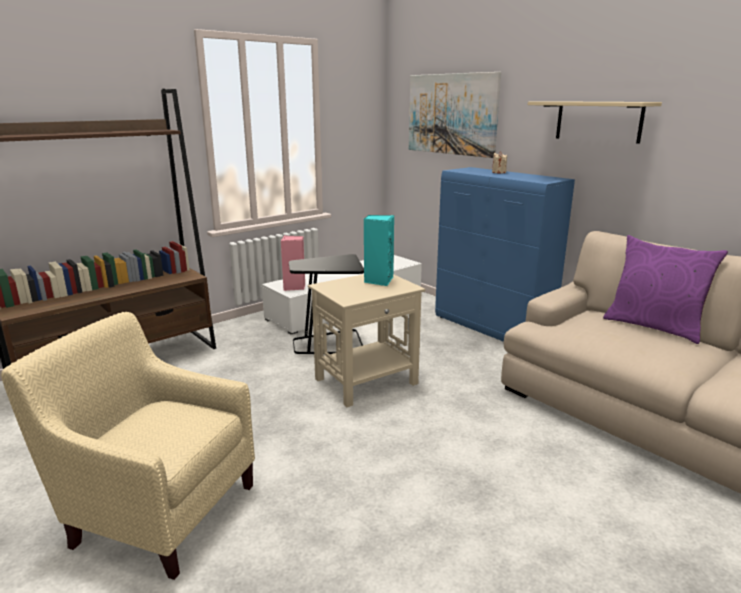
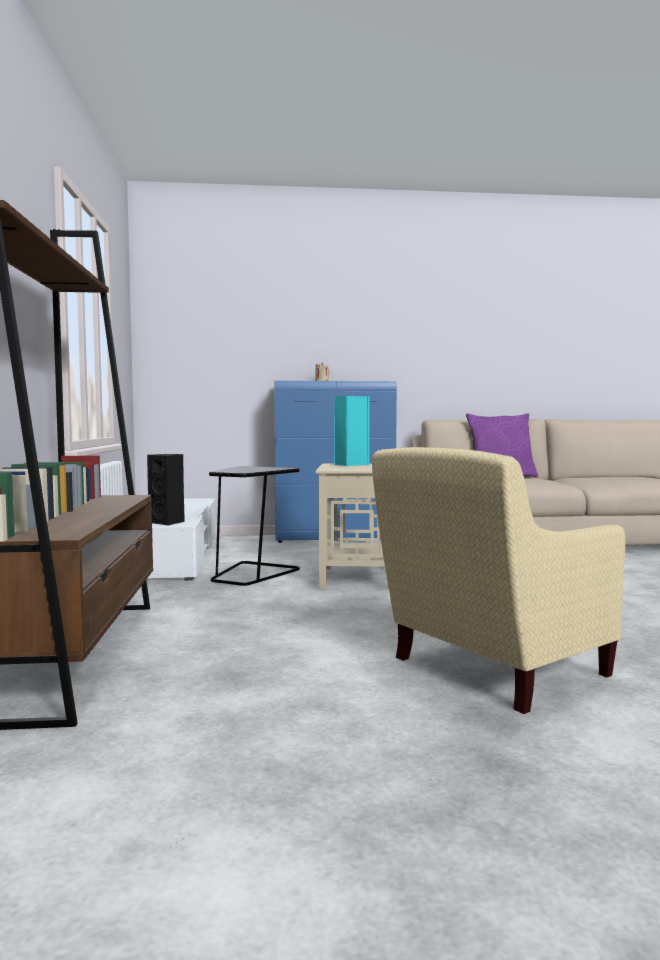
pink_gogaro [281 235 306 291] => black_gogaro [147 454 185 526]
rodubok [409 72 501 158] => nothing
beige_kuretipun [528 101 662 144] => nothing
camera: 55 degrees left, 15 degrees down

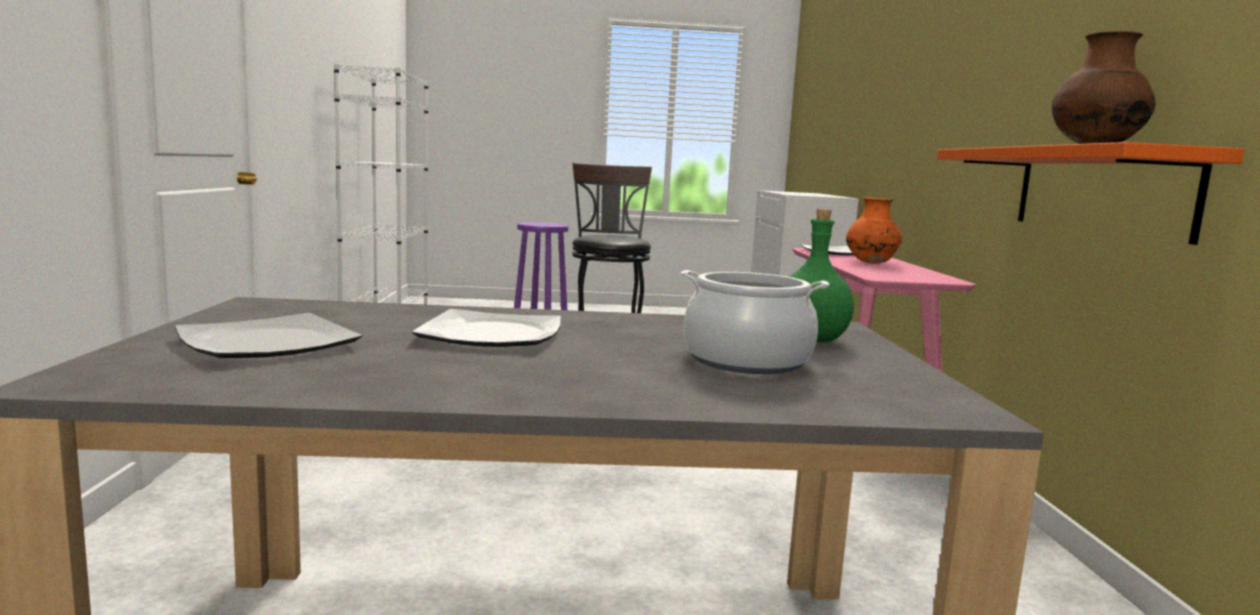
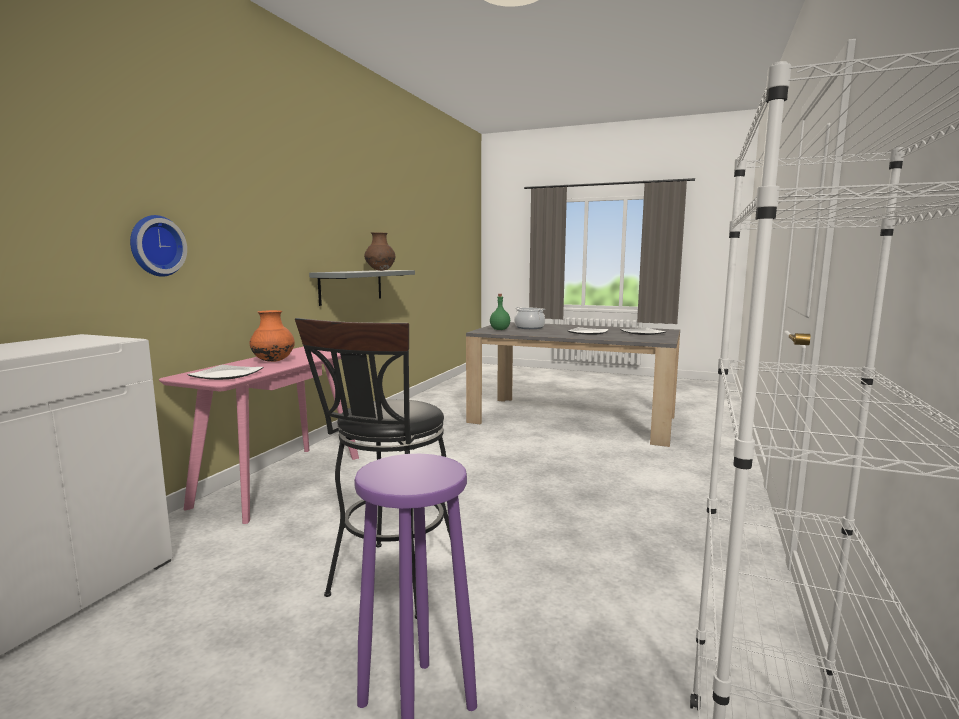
orange_kuretipun [937 142 1244 245] => grey_kuretipun [309 270 415 306]
nothing => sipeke [130 215 187 277]
camera: 155 degrees left, 0 degrees up

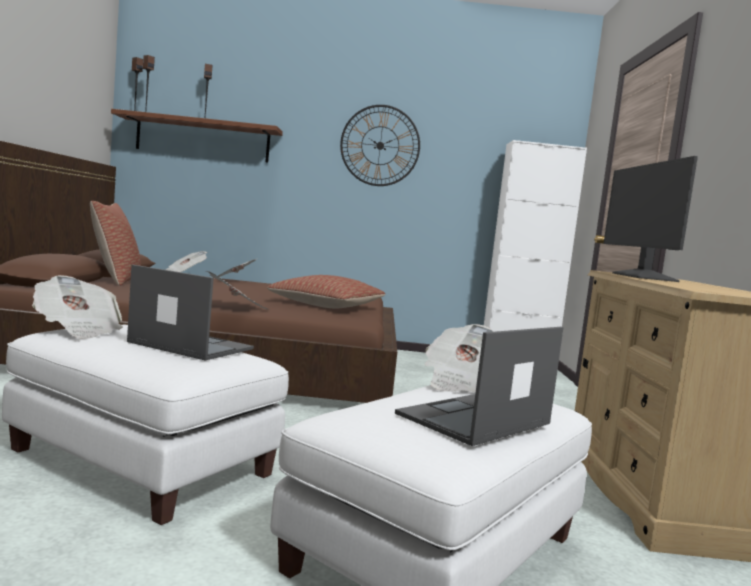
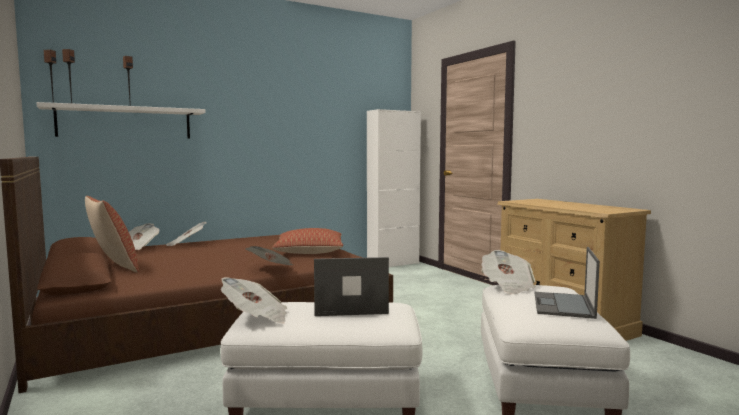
brown_kuretipun [111 109 283 163] => white_kuretipun [37 102 206 139]
sipeke [340 105 420 186] => nothing
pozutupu [603 156 698 282] => nothing
camera: 30 degrees left, 0 degrees up

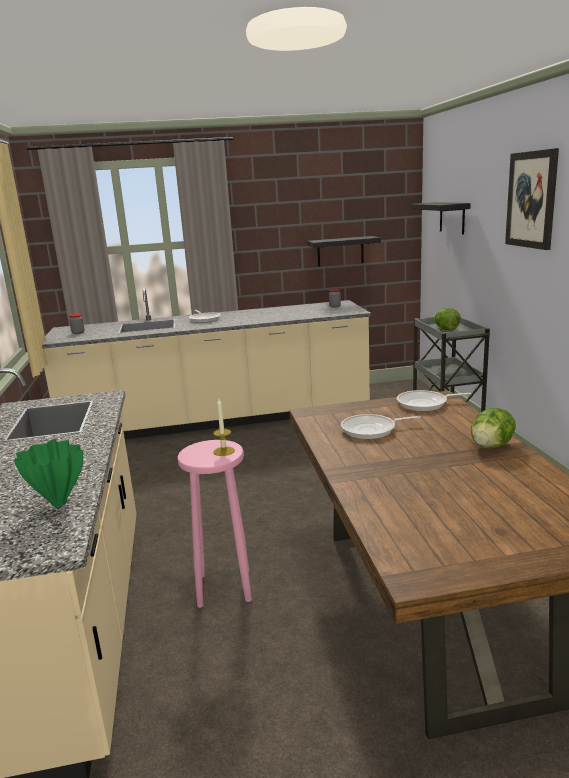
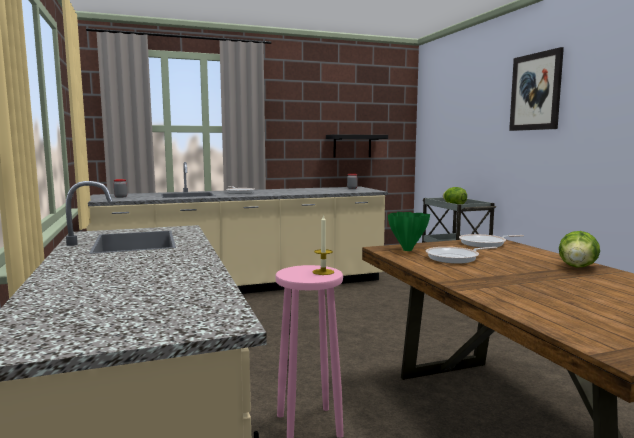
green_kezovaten [14 439 83 507] => green_kezovaten [388 212 430 251], moved
black_kuretipun [411 202 471 235] => nothing
camera: 10 degrees left, 10 degrees down

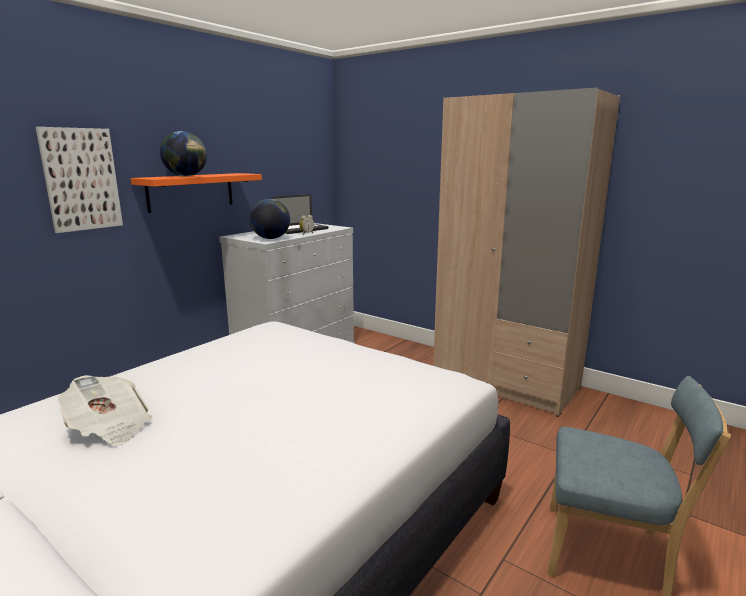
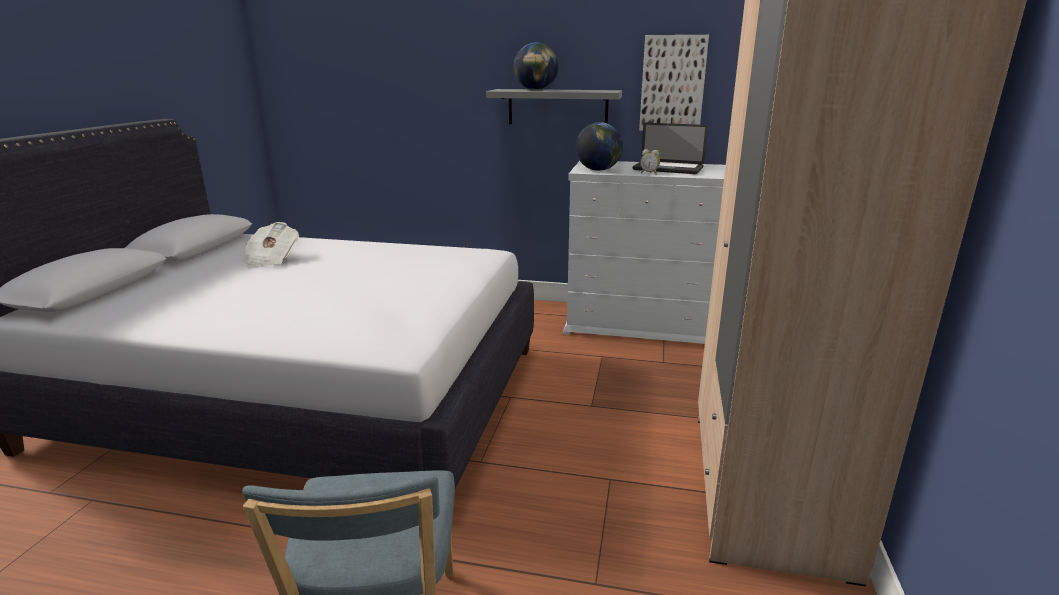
rodubok [35 127 123 233] => rodubok [639 35 709 131], moved
orange_kuretipun [131 173 262 213] => grey_kuretipun [486 89 622 124]
camera: 65 degrees right, 5 degrees up

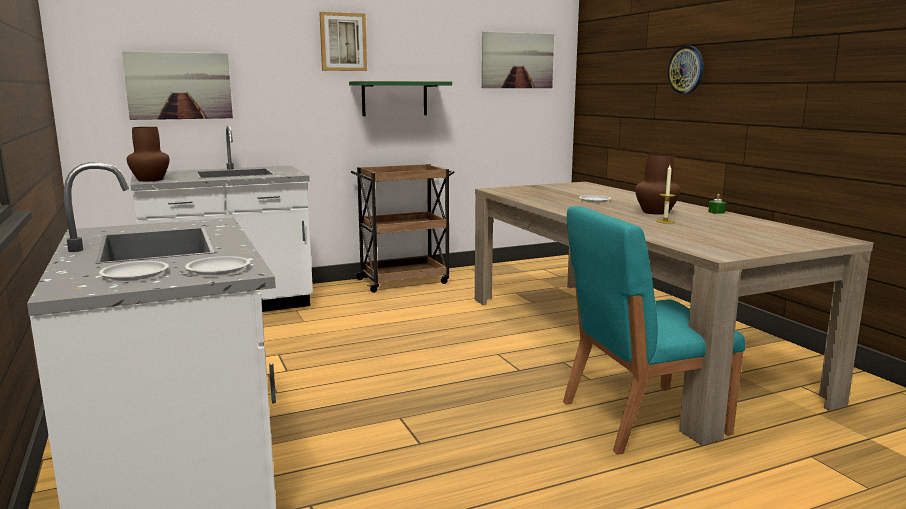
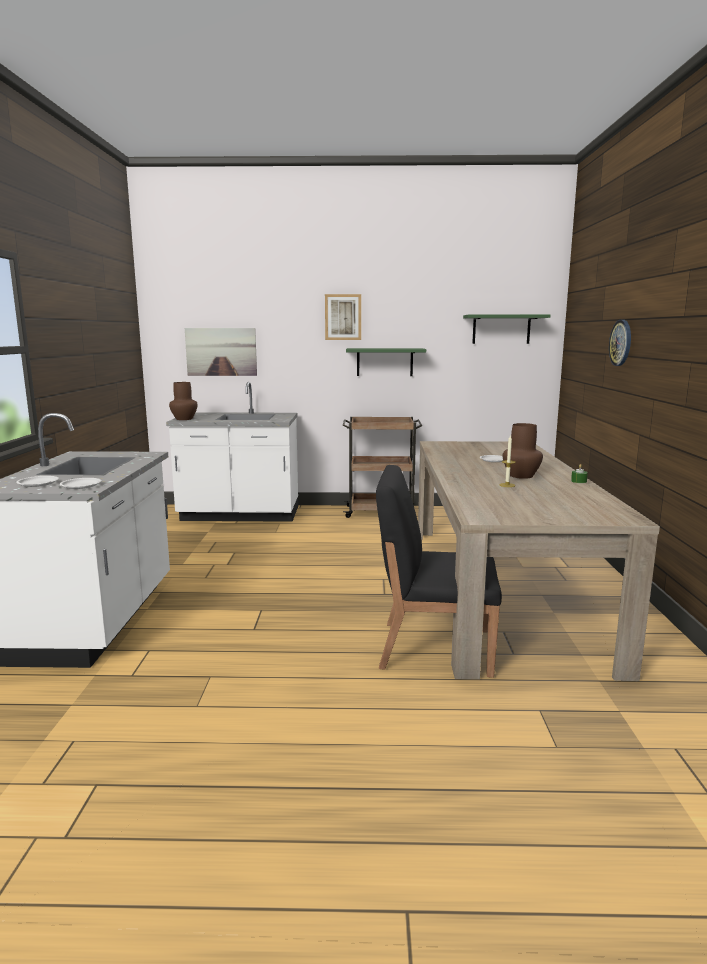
rodubok [482 31 554 88] => green_kuretipun [463 314 550 344]
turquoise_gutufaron [563 206 745 455] => black_gutufaron [376 465 502 678]
camera: 25 degrees right, 0 degrees up

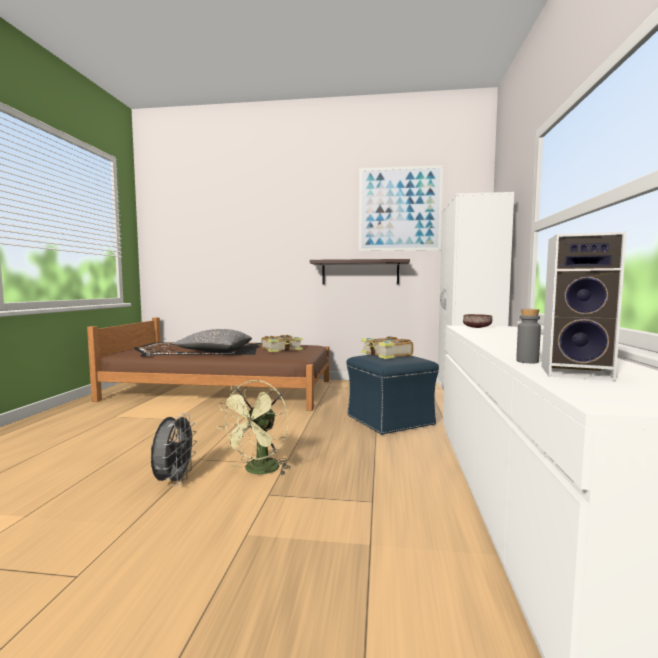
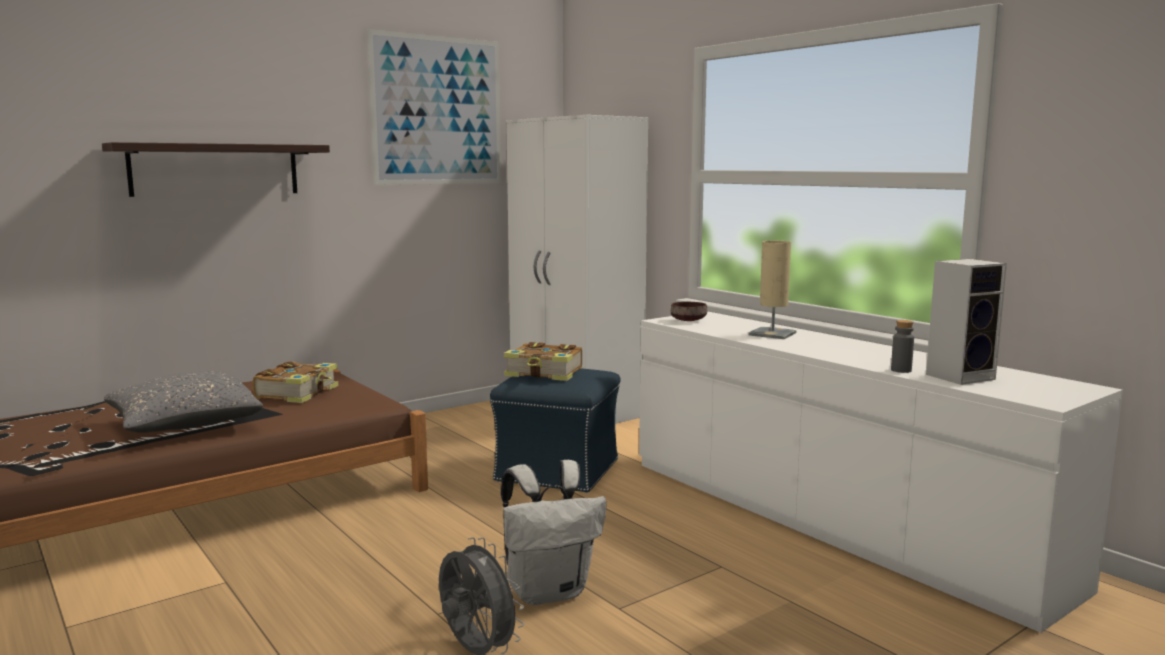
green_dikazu [216 380 291 475] => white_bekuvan [501 460 607 605]
kuretipun [310 259 410 285] => kuretipun [102 142 330 197], moved
nothing => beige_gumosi [749 241 797 339]
camera: 45 degrees left, 5 degrees up

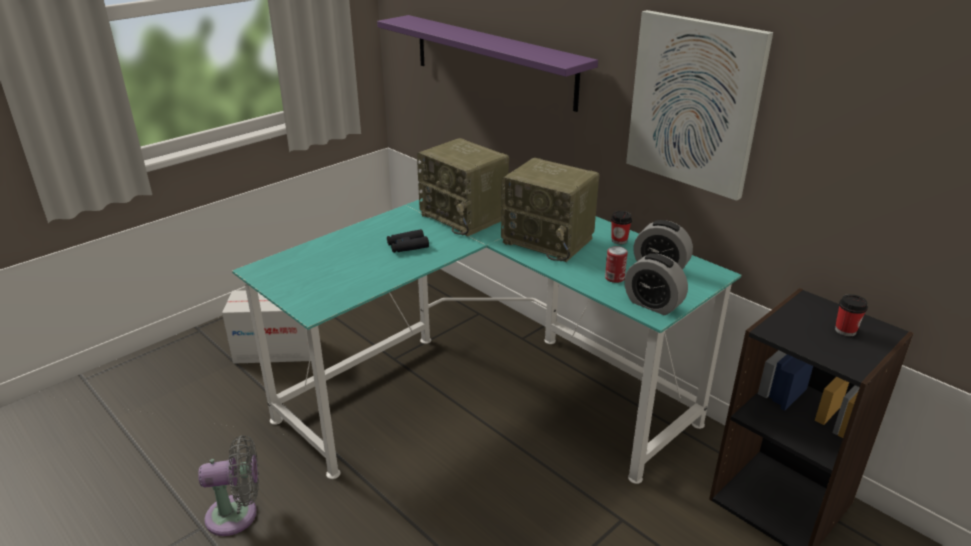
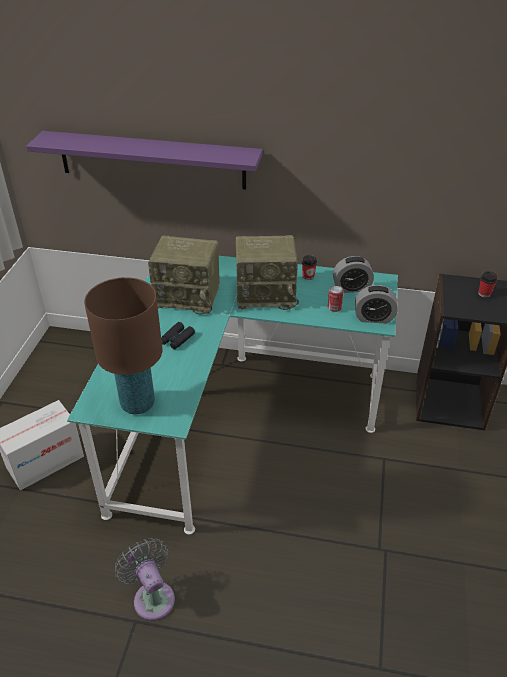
grey_dikazu [198 435 259 536] => grey_dikazu [115 538 175 621], 75 degrees counterclockwise
rodubok [626 10 773 201] => nothing
nothing => brown_gumosi [84 277 162 415]
camera: 35 degrees left, 10 degrees up

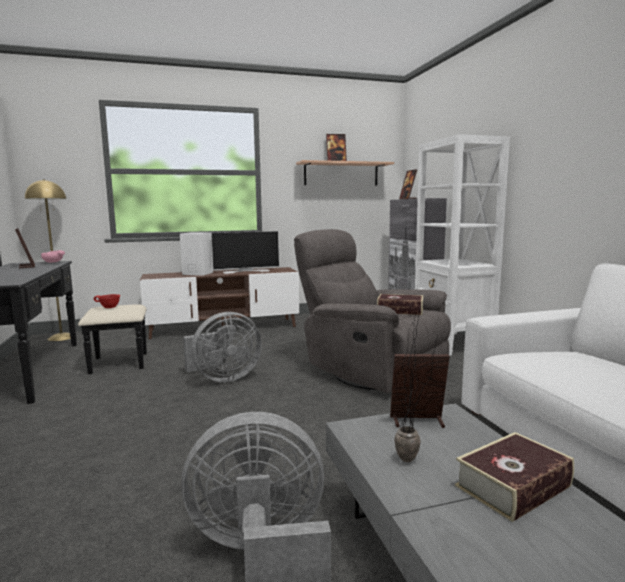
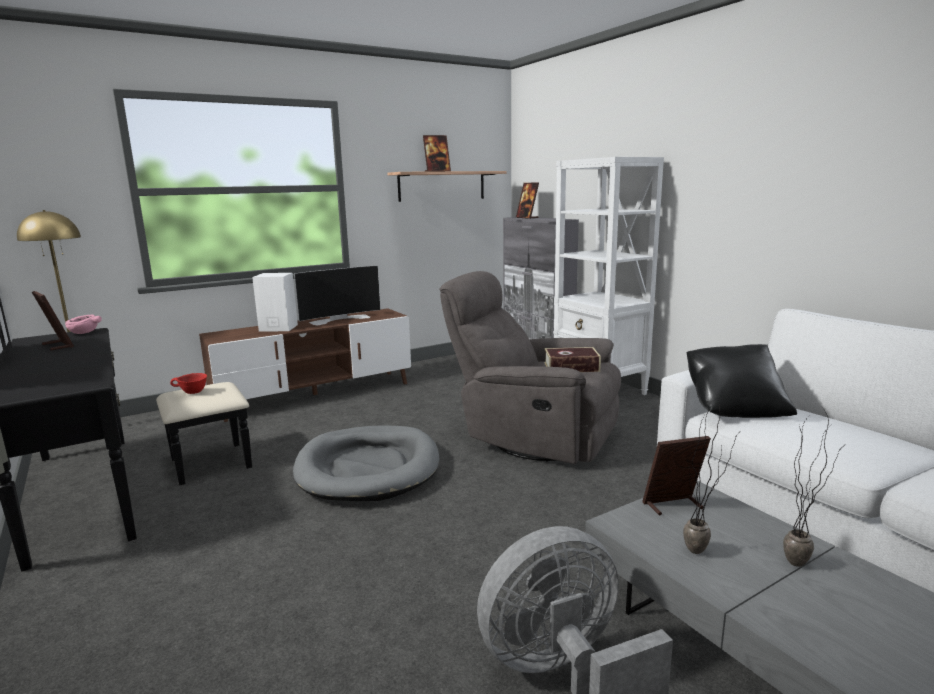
grey_dikazu [183 312 262 382] => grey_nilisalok [293 425 439 501]
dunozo [455 432 574 522] => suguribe [783 407 839 567]
nothing => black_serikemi [687 344 797 418]
camera: 15 degrees left, 5 degrees up

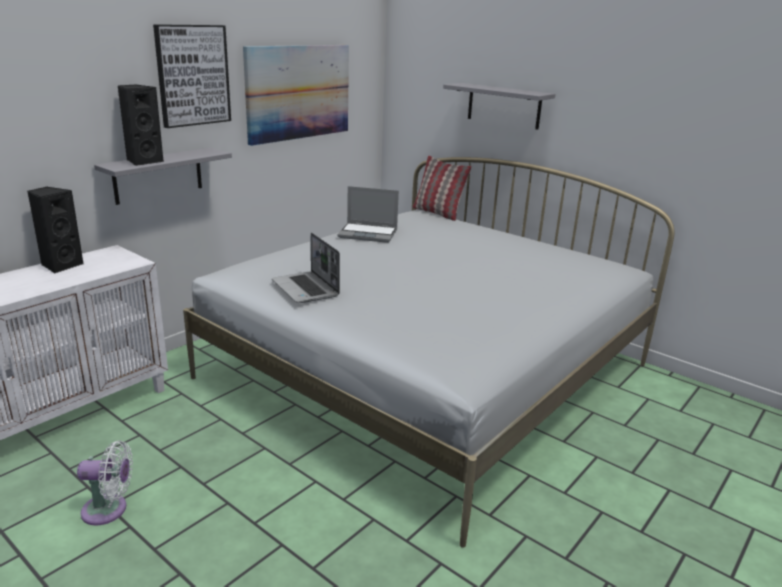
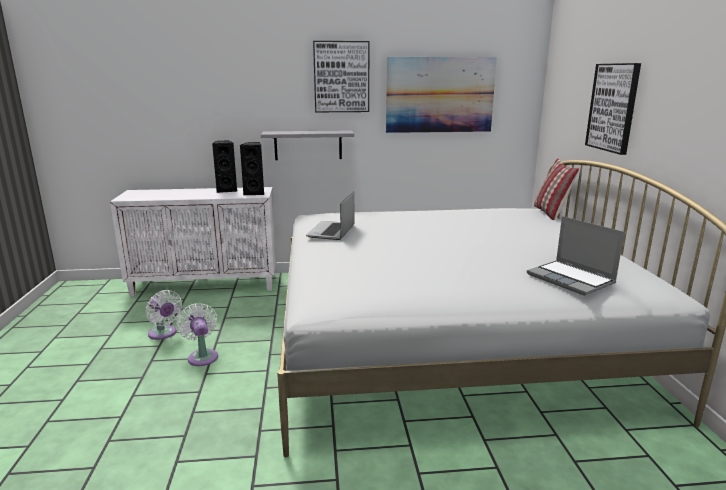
black_gogaro [118 84 164 166] => black_gogaro [240 142 264 196], moved
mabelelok [337 186 399 243] => mabelelok [527 216 624 296], moved
grey_kuretipun [443 83 555 130] => rodubok [585 63 641 155]
nothing => white_dikazu [176 303 218 366]
camera: 45 degrees right, 5 degrees down

